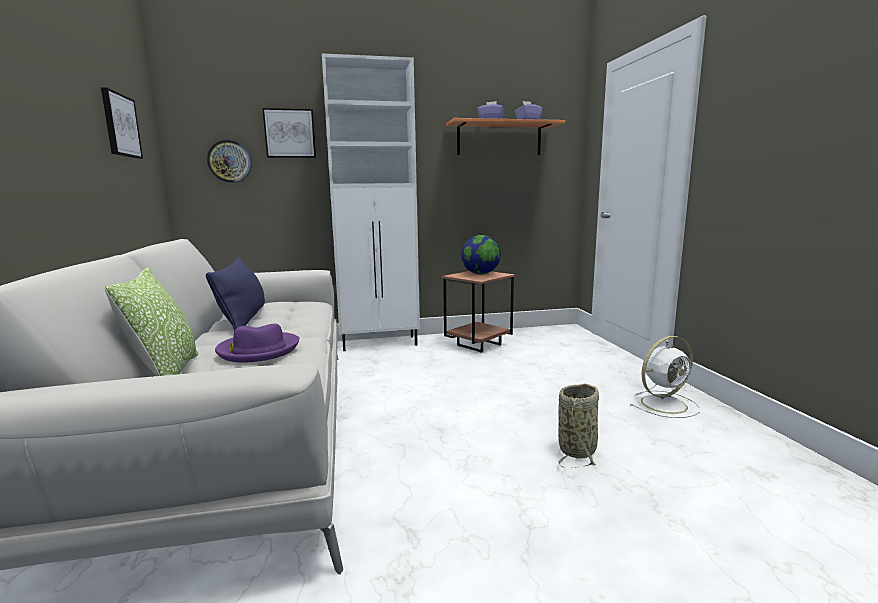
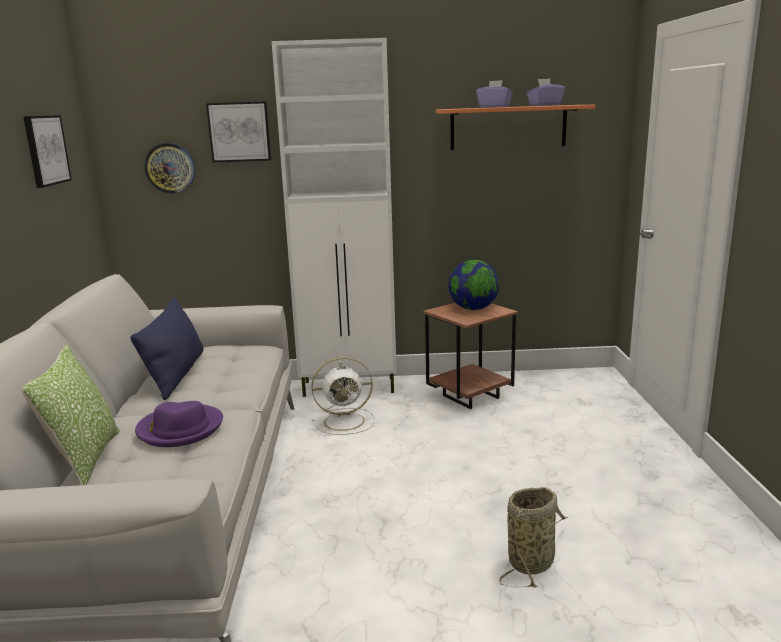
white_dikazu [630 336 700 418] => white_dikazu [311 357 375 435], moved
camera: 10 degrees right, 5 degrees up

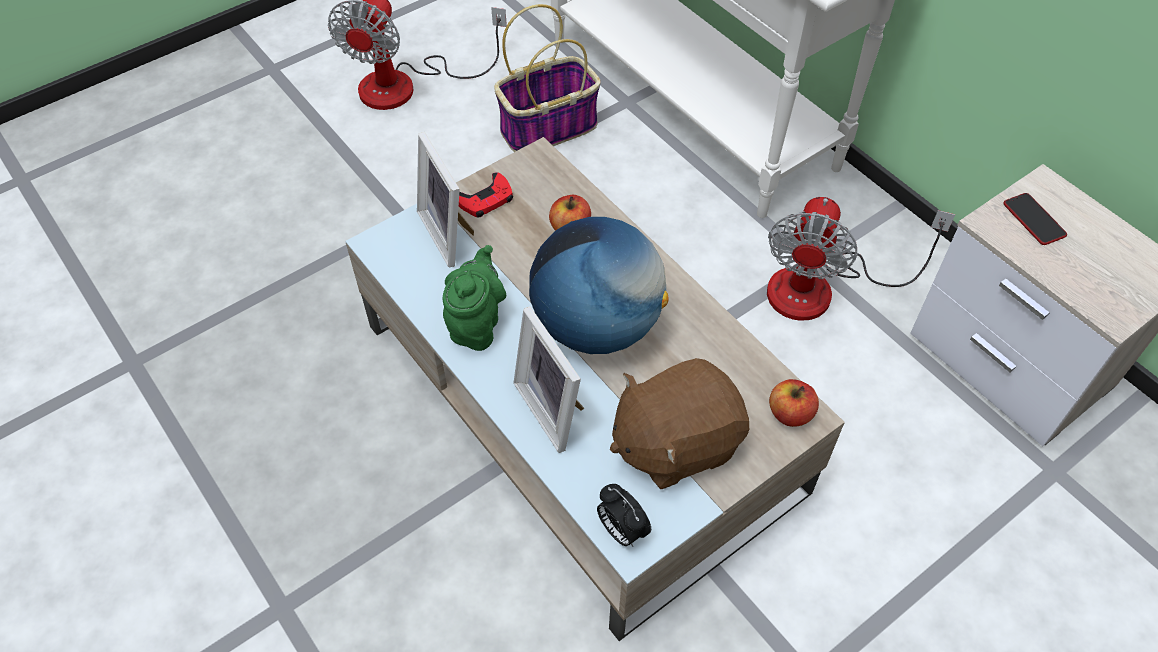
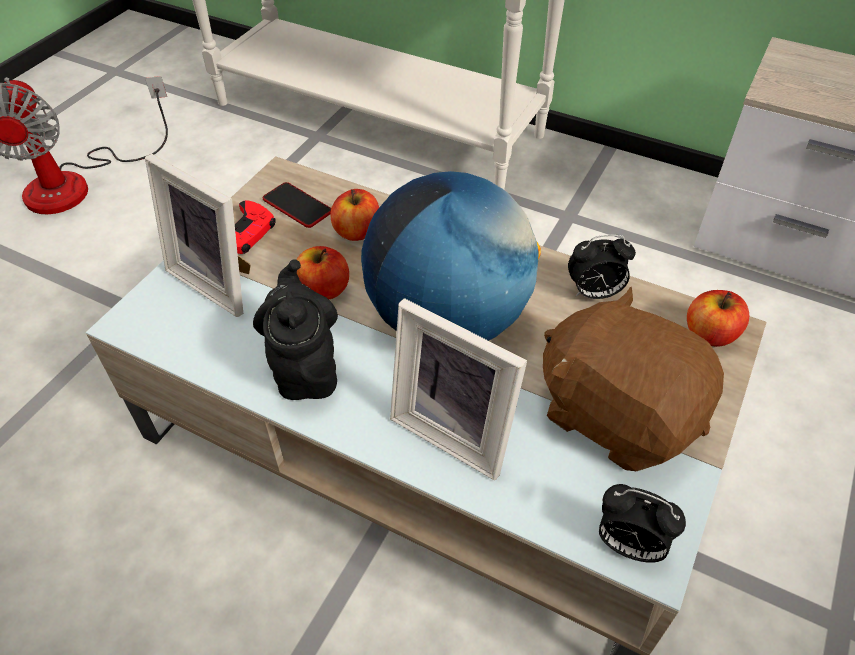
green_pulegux [442 245 506 351] => black_pulegux [253 259 338 400]
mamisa [494 4 601 152] => nothing
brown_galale [610 358 749 489] => brown_galale [543 287 724 471], 90 degrees clockwise
dikazu [767 197 955 321] => nothing
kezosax [1003 193 1067 245] => kezosax [263 182 331 228], moved
nothing => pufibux [297 246 349 299]
nothing => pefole [568 235 636 299]
camera: 25 degrees left, 5 degrees down

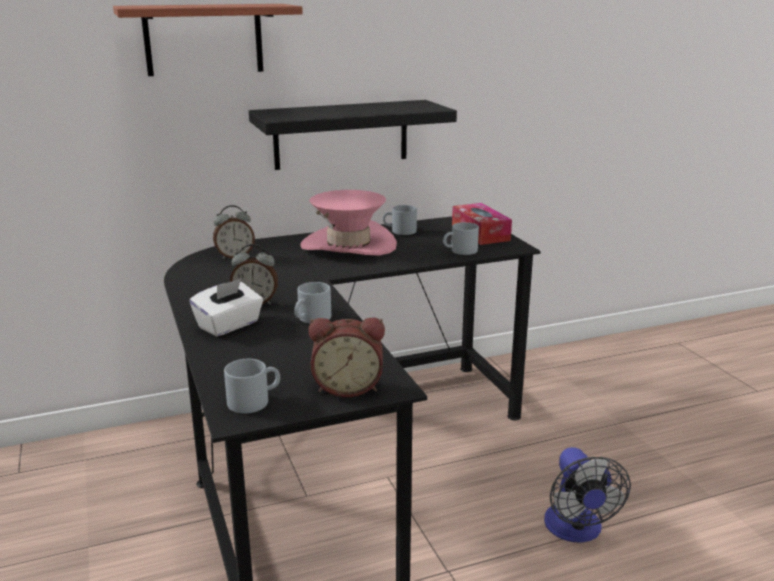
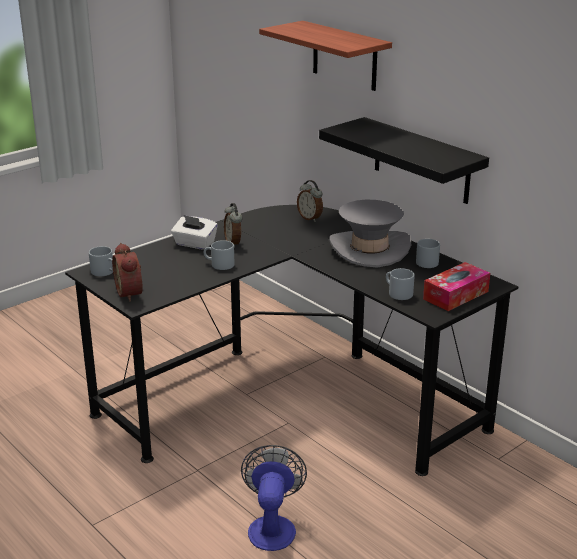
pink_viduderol [300 190 397 256] => grey_viduderol [329 200 411 268]
dikazu [544 447 631 543] => dikazu [241 445 307 551], 120 degrees clockwise
camera: 70 degrees right, 5 degrees up

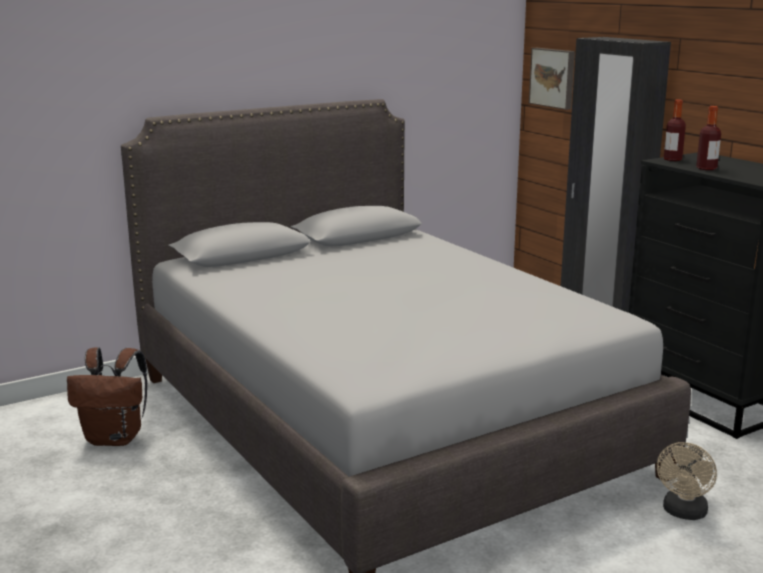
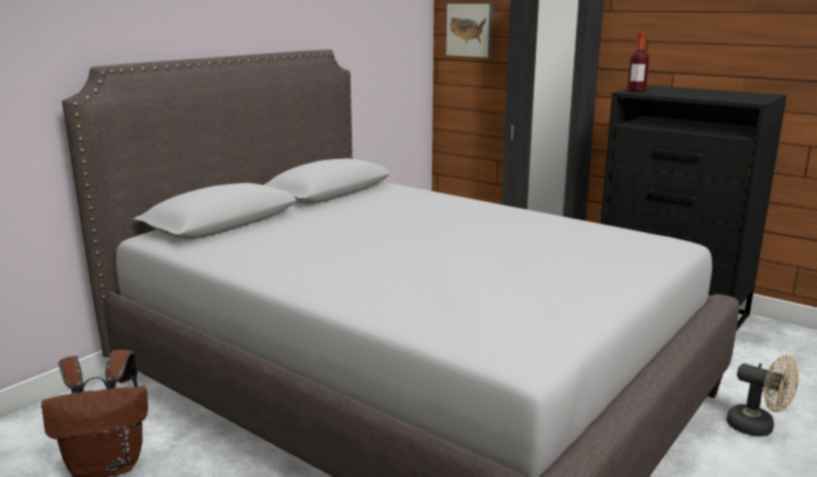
beige_dikazu [657 442 717 520] => beige_dikazu [727 355 799 437], 60 degrees counterclockwise
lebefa [696 106 721 170] => nothing
camera: 20 degrees left, 0 degrees up

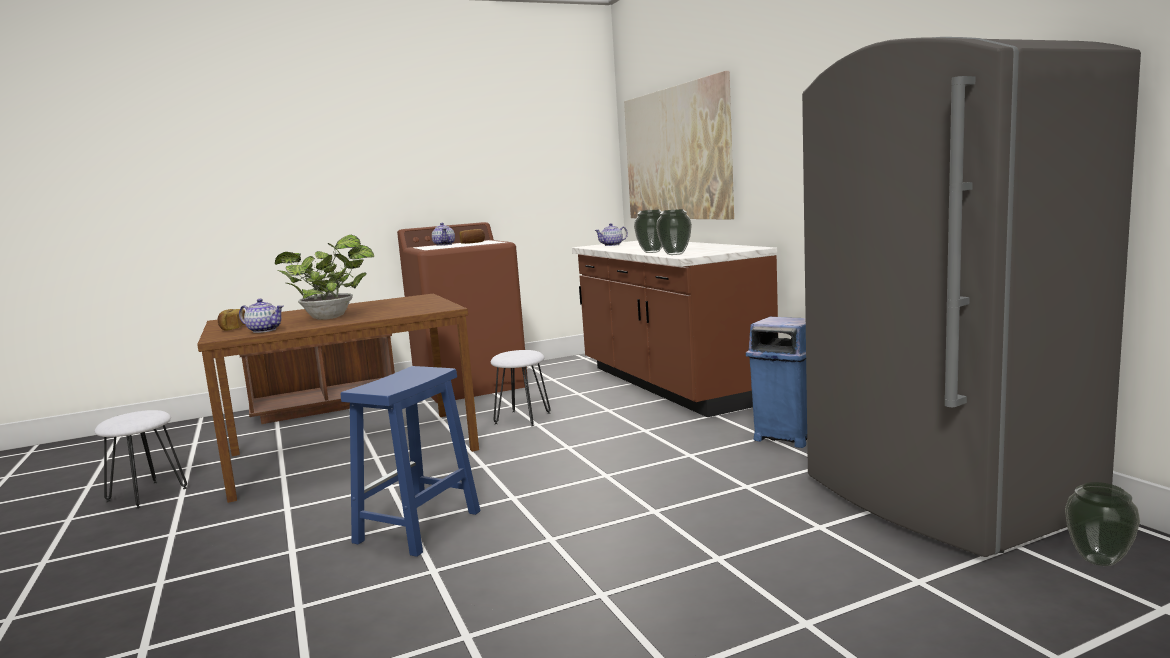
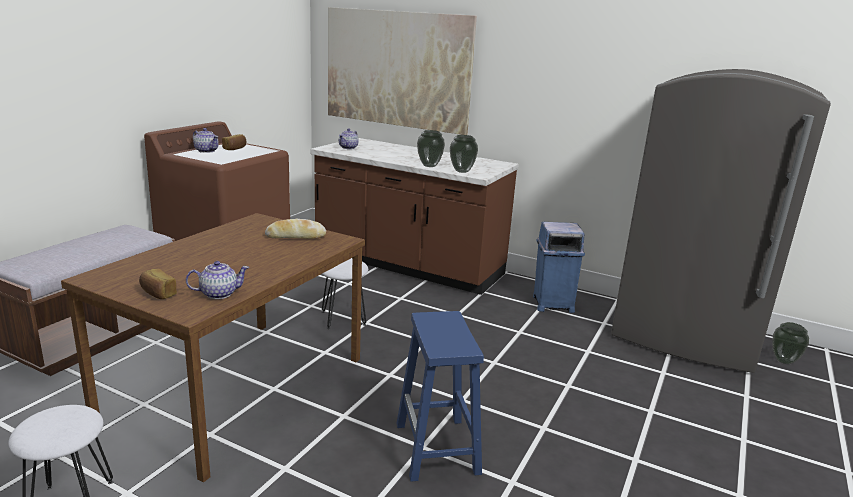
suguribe [275 235 374 320] => nothing
nothing => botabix [265 219 326 239]
camera: 40 degrees left, 10 degrees up

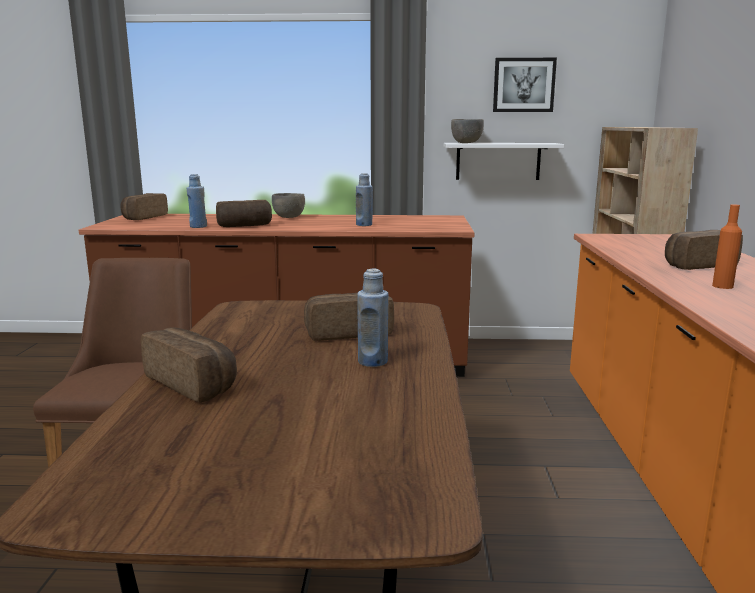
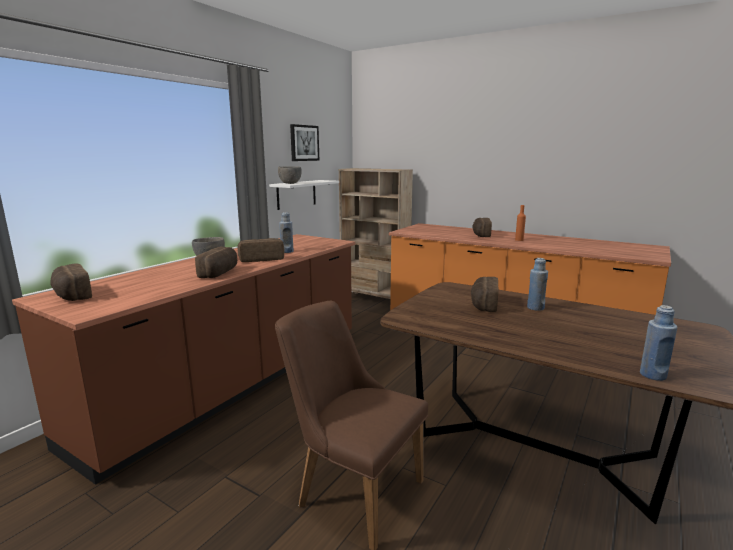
botabix [141 327 237 402] => botabix [237 238 284 262], moved
blue_lebefa [187 174 207 228] => blue_lebefa [640 305 677 381], moved
camera: 60 degrees left, 0 degrees up

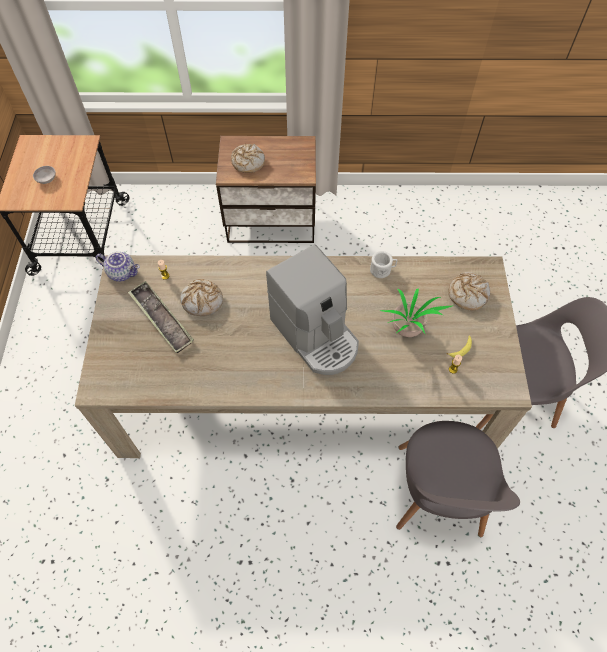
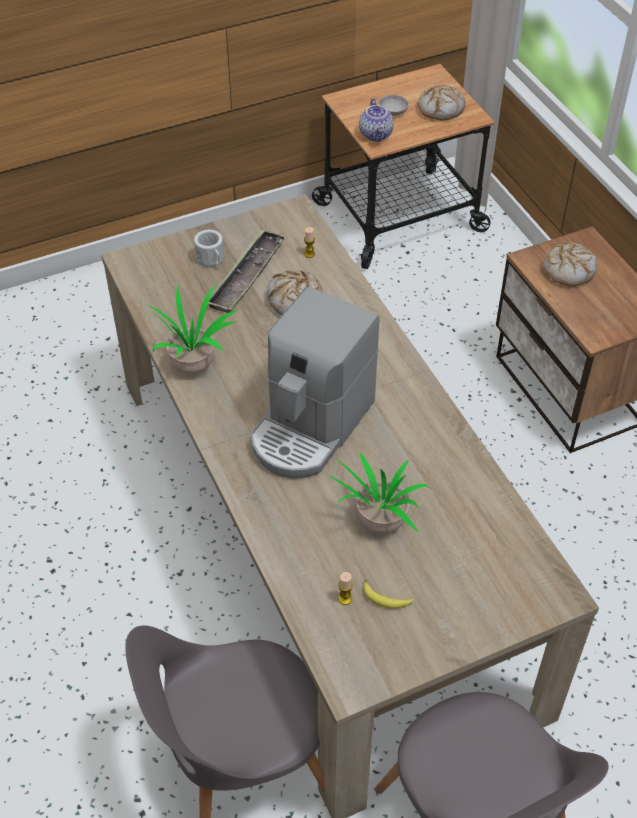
pulegux [96 252 140 282] => pulegux [359 98 394 142], moved
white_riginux [370 251 397 278] => white_riginux [194 230 224 267], moved
botabix [448 272 490 311] => botabix [418 85 466 121], moved
nothing => suguribe [147 285 239 373]
camera: 65 degrees right, 10 degrees down

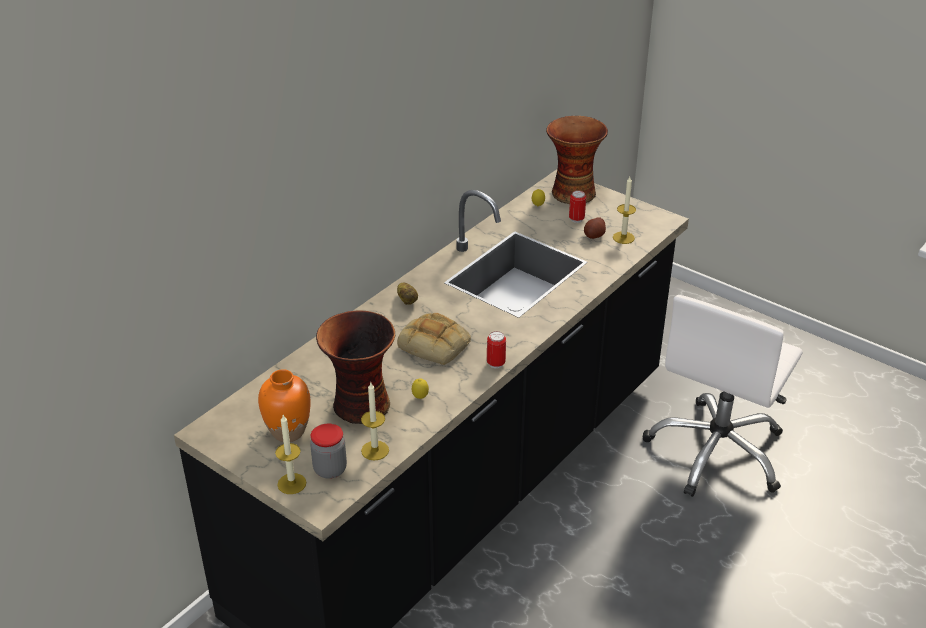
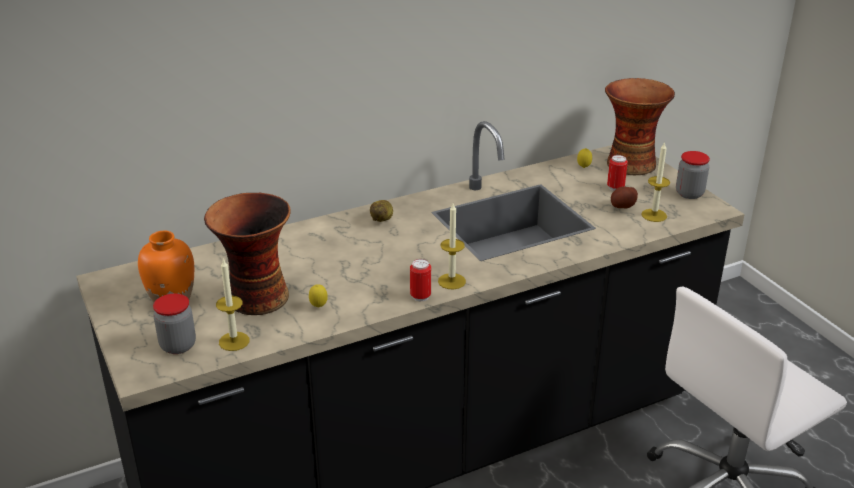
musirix [275 415 306 494] => musirix [438 204 466 290], moved
botabix [397 313 471 365] => nothing
nothing => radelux [676 151 710 199]
camera: 25 degrees right, 5 degrees down

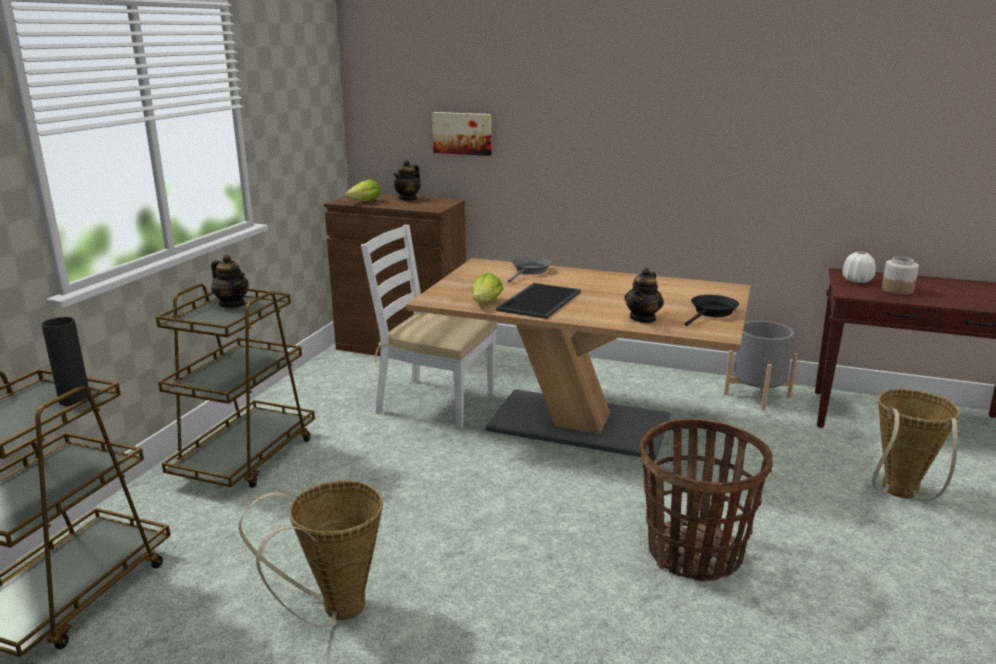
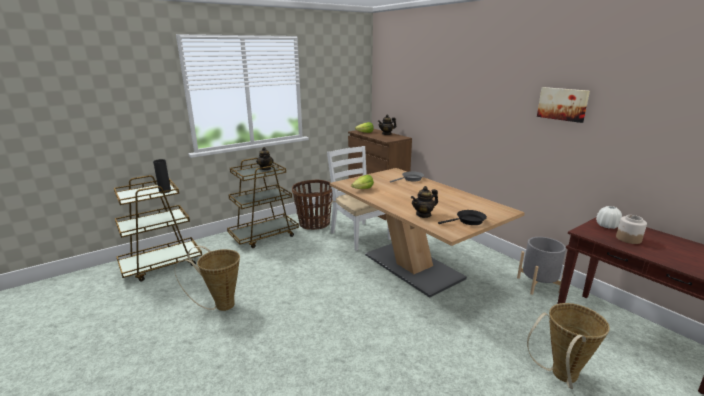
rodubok [432 112 491 156] => rodubok [537 87 590 123], moved
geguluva [496 283 581 319] => nothing
mamisa [640 419 773 581] => mamisa [292 180 333 230], moved
camera: 35 degrees right, 0 degrees up

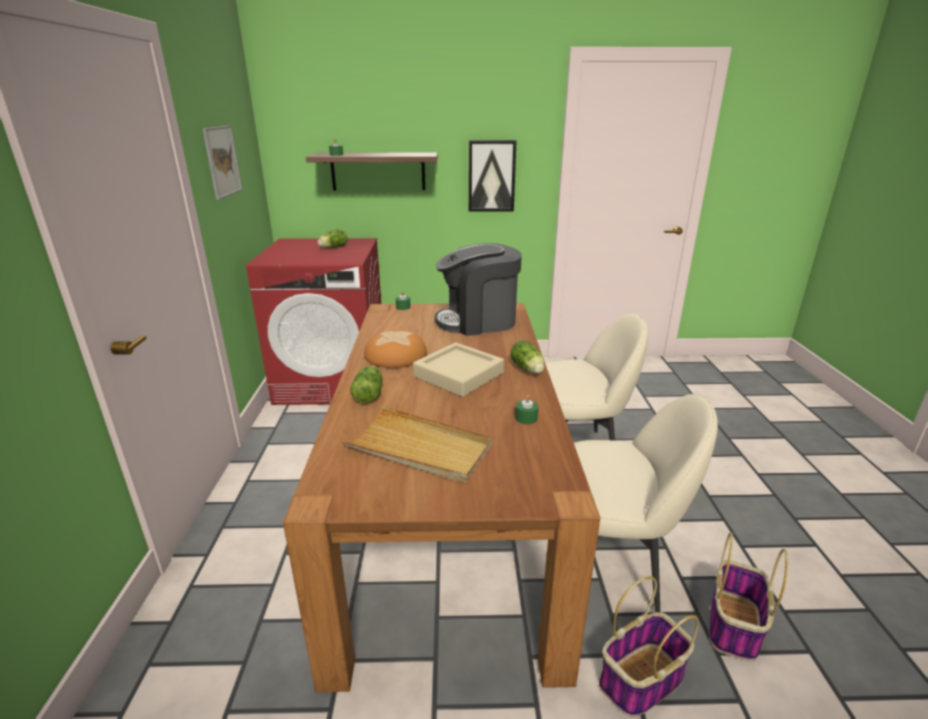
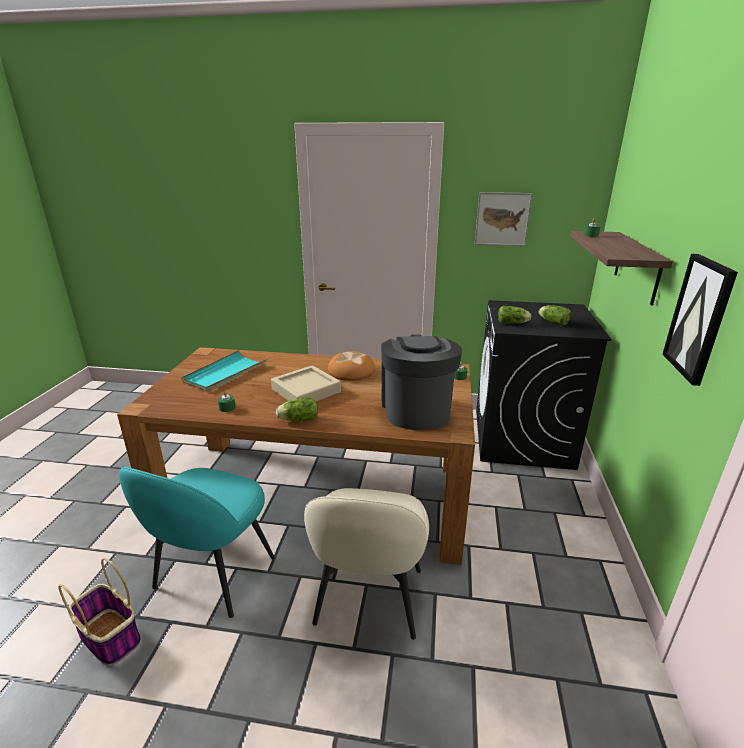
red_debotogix [246 238 381 405] => black_debotogix [476 300 612 470]
beige_geguluva [342 406 493 483] => turquoise_geguluva [181 350 267 392]
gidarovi [350 366 383 404] => gidarovi [498 306 531 324], moved
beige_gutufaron [574 394 718 612] => turquoise_gutufaron [119 467 275 618]
mamisa [599 576 699 717] => nothing
camera: 100 degrees right, 0 degrees up

